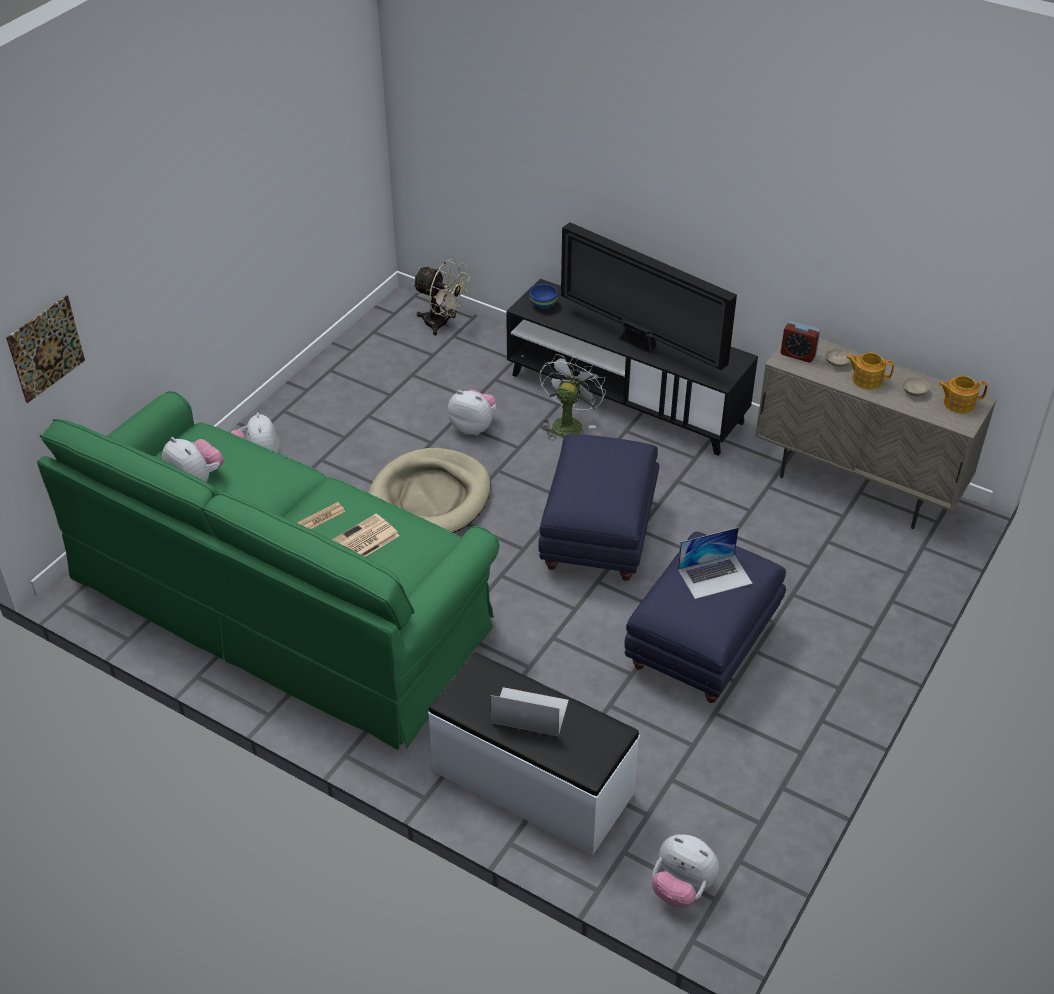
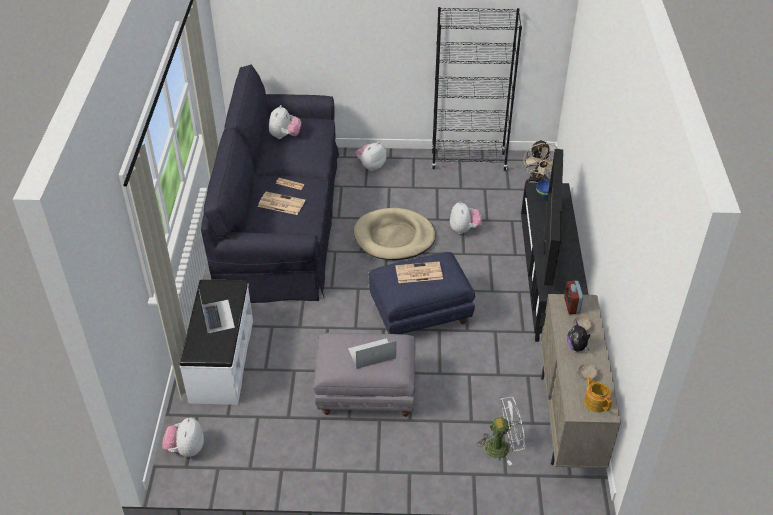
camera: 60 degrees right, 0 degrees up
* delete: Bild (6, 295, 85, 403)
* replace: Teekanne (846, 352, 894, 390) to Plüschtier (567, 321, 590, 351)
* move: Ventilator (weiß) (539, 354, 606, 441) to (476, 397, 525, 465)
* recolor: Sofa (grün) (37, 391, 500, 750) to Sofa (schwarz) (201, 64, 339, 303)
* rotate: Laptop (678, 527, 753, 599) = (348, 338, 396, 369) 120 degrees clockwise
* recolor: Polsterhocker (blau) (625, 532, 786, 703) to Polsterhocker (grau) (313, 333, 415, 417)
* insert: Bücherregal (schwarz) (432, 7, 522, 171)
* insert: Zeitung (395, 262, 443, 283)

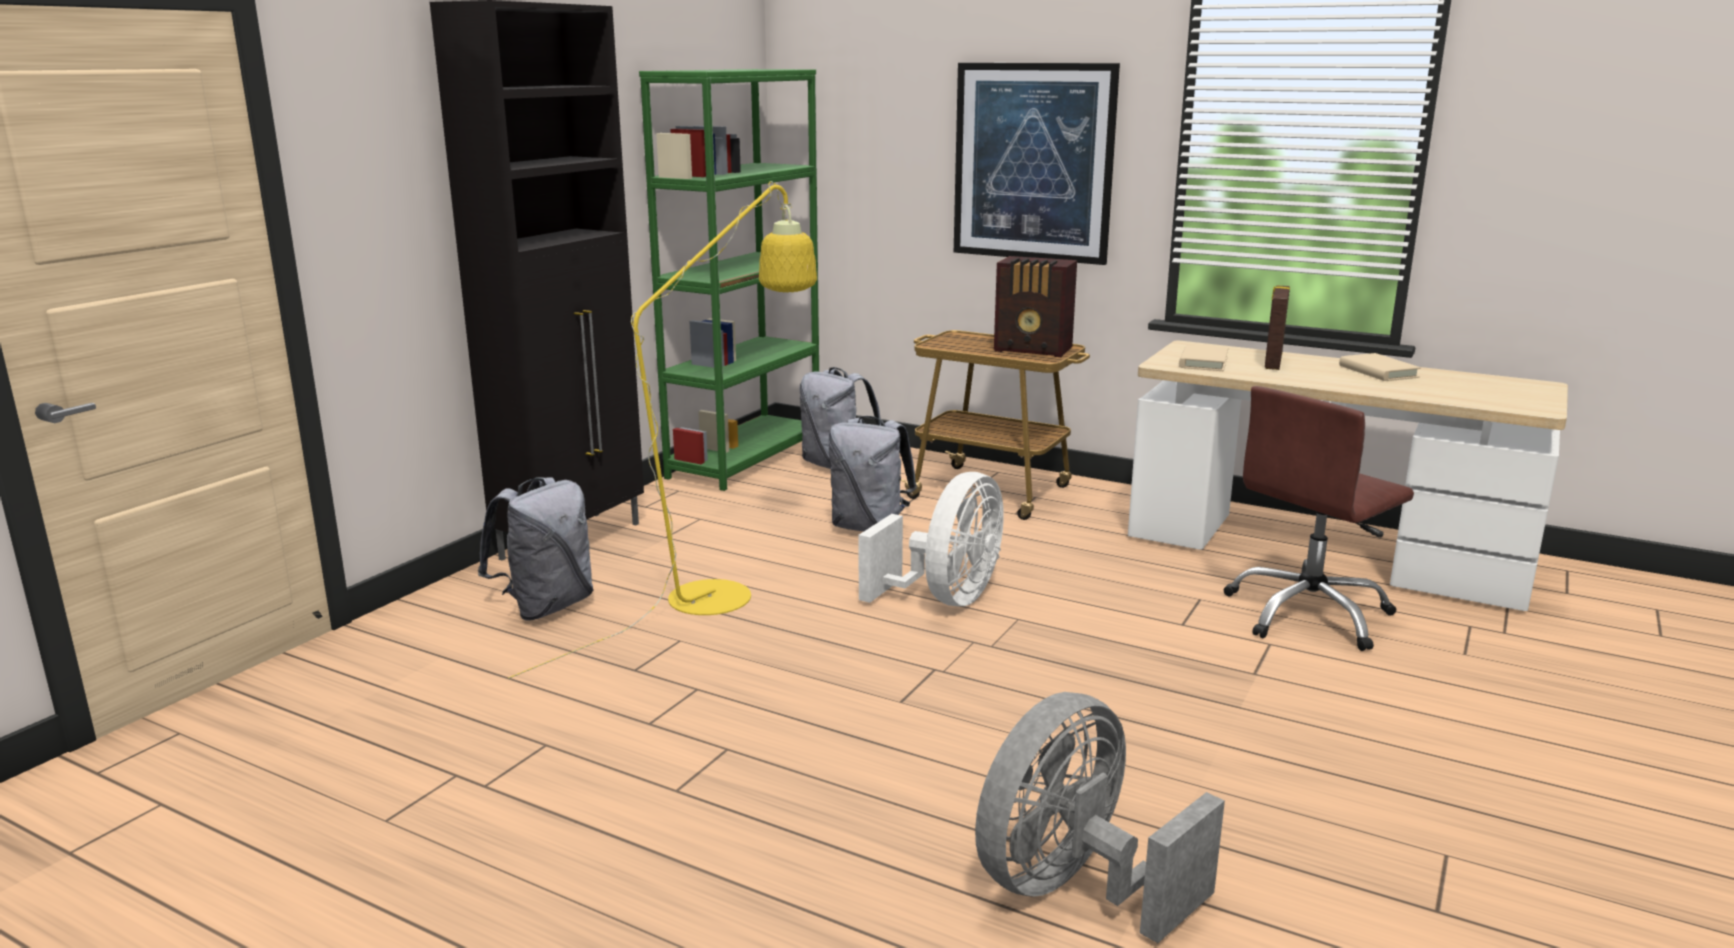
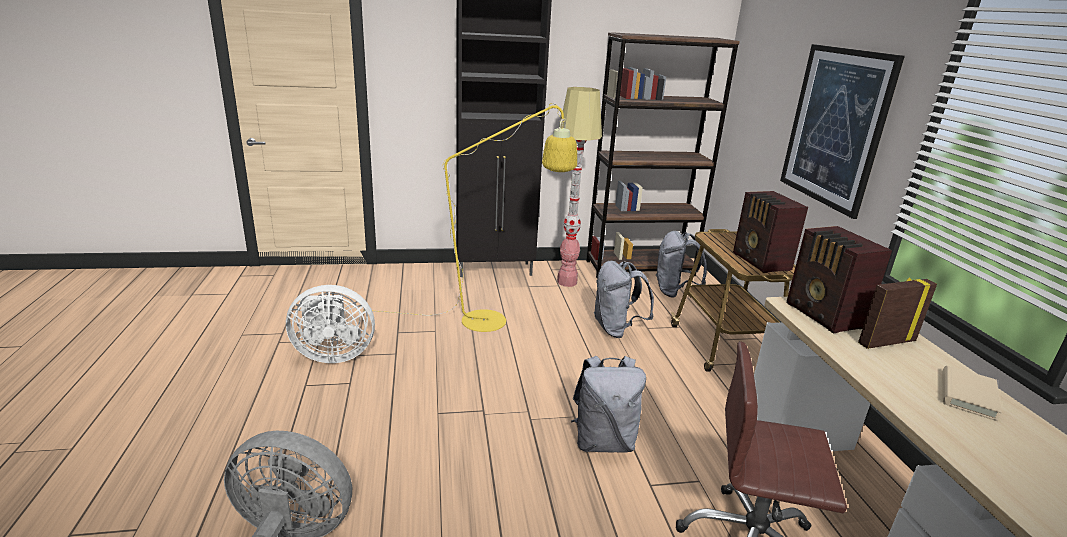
camera: 50 degrees right, 5 degrees up
* recolor: Bücherregal (grün) (639, 69, 819, 491) to Bücherregal (braun) (586, 32, 740, 278)
* replace: Buch (beige) (1179, 345, 1228, 371) to Radio (786, 226, 892, 333)
* move: Ventilator (weiß) (859, 472, 1004, 606) to (286, 285, 375, 363)
* move: Rucksack (grau) (478, 477, 594, 621) to (571, 356, 646, 453)
* insert: Stehlampe (557, 87, 602, 287)

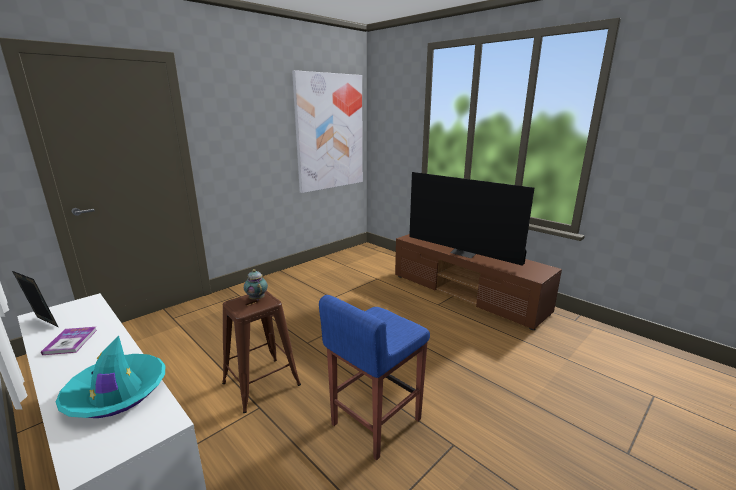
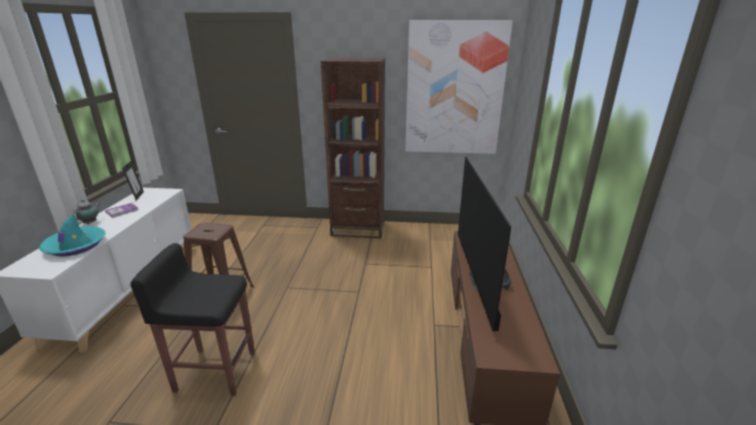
camera: 50 degrees right, 5 degrees up
* move: Teekanne (244, 269, 268, 300) to (72, 199, 100, 224)
* recolor: Hocker (blau) (319, 295, 430, 461) to Hocker (schwarz) (130, 243, 255, 396)
* insert: Bücherregal (braun) (321, 58, 385, 238)

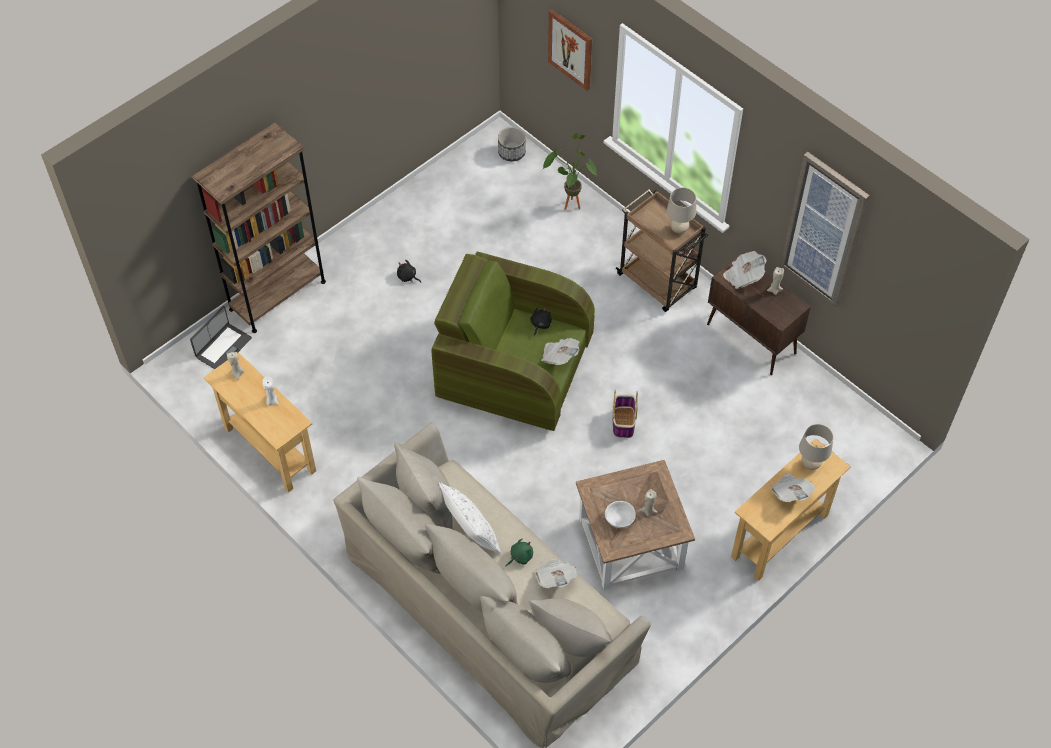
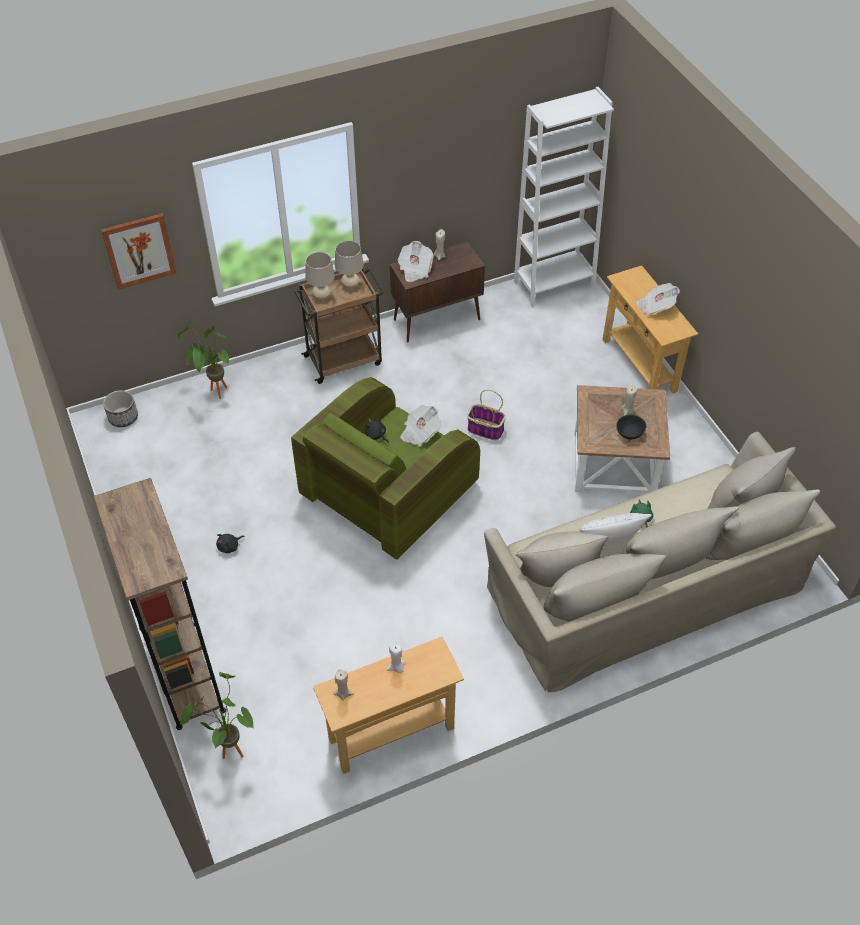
camera: 70 degrees left, 5 degrees down
* delete: Bild (780, 152, 870, 307)
* replace: Laptop (190, 306, 252, 369) to Topfpflanze (181, 672, 254, 759)
* move: Tischlampe (beige) (799, 424, 833, 470) to (305, 252, 335, 301)
* recolor: Schüssel (weiß) (605, 501, 636, 528) to Schüssel (schwarz) (617, 415, 646, 440)
* delete: Zeitung (535, 557, 577, 588)
* insert: Bücherregal (weiß) (514, 87, 614, 307)

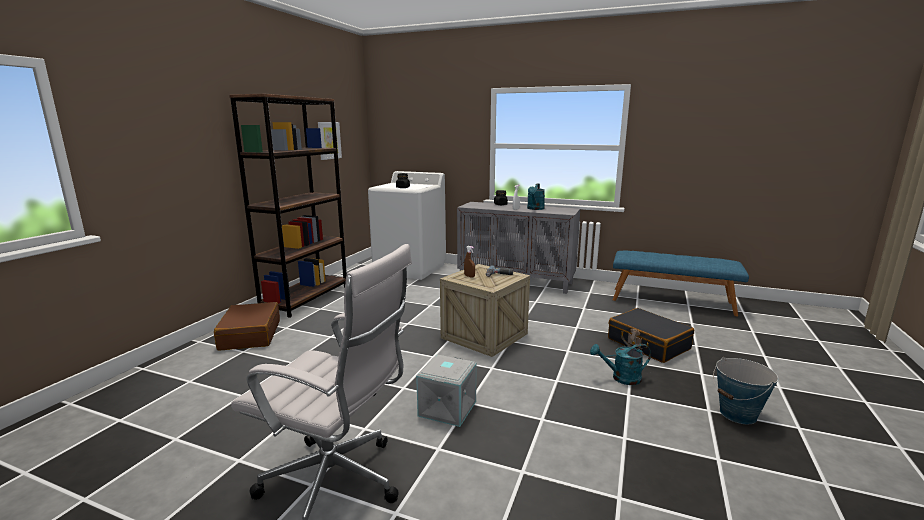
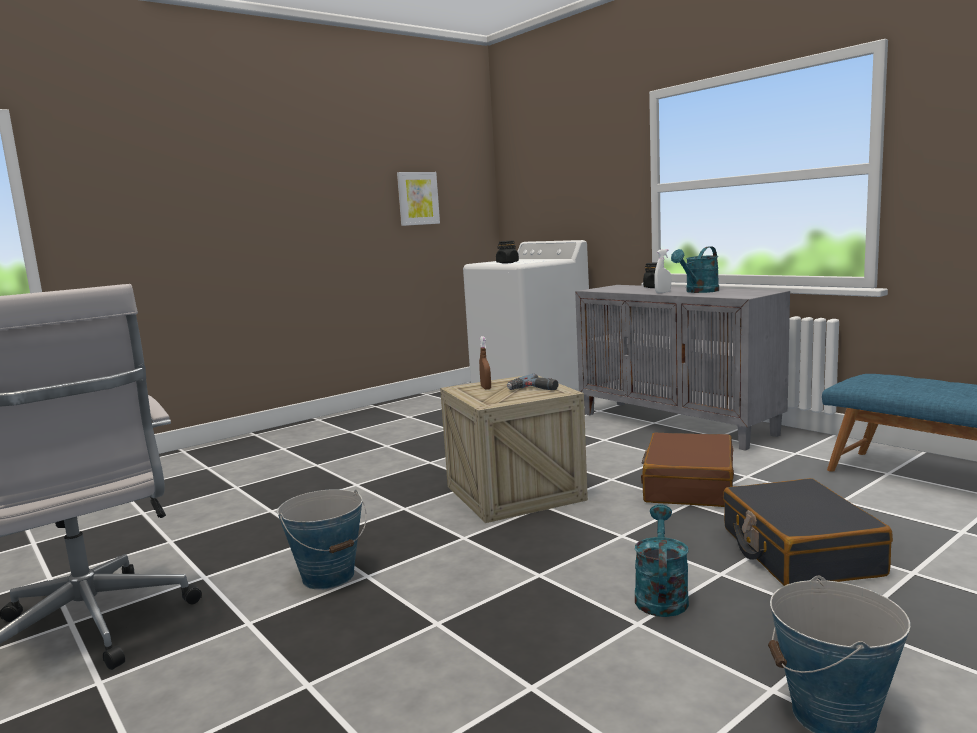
camera: 30 degrees right, 5 degrees down
* delete: Bücherregal (braun) (229, 94, 347, 318)
* move: Koffer (braun) (214, 302, 280, 351) to (641, 433, 734, 507)
* rotate: Gießkanne (türkis) (590, 344, 651, 385) = (635, 504, 689, 617) 75 degrees clockwise
* replace: Aufbewahrungsbox (grau) (416, 355, 477, 427) to Eimer (277, 489, 367, 590)

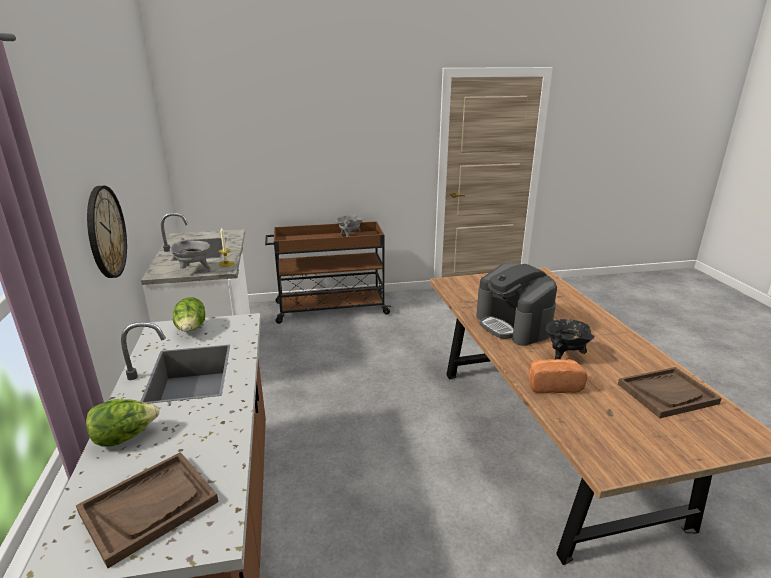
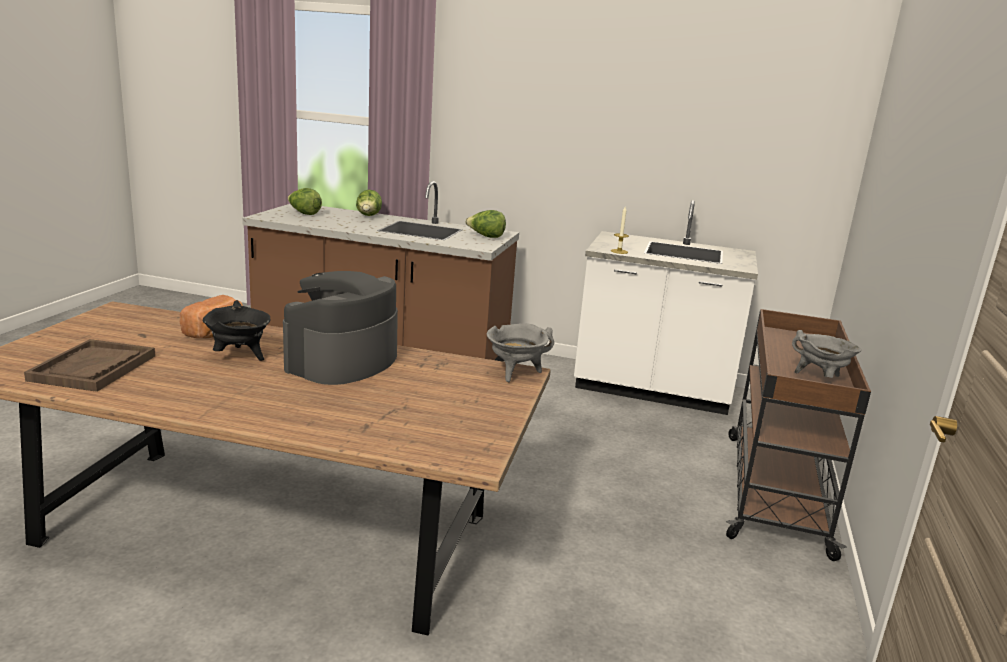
camera: 115 degrees right, 5 degrees down
* delete: Wanduhr (87, 186, 127, 278)
* move: Kochtopf (grau) (170, 237, 211, 269) to (487, 323, 554, 382)
* rotate: Kaffeemaschine (476, 263, 557, 346) = (283, 271, 398, 385) 60 degrees counterclockwise
* replace: Tablett (braun) (76, 452, 218, 568) to Salatkopf (287, 188, 322, 215)

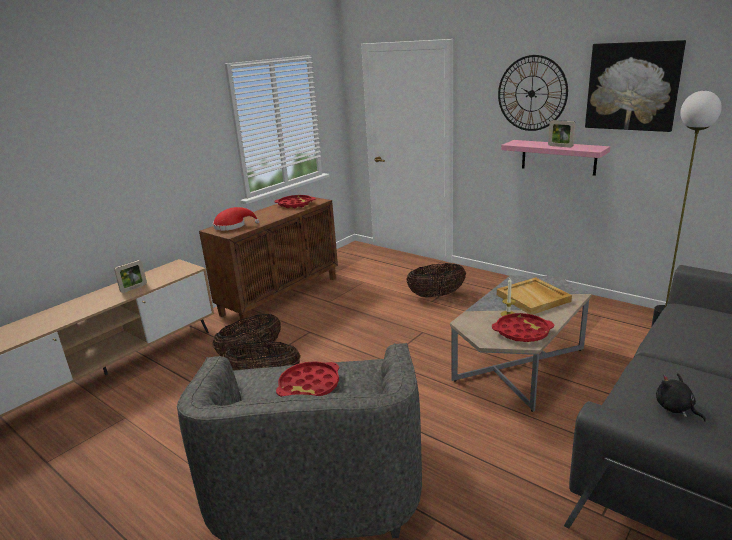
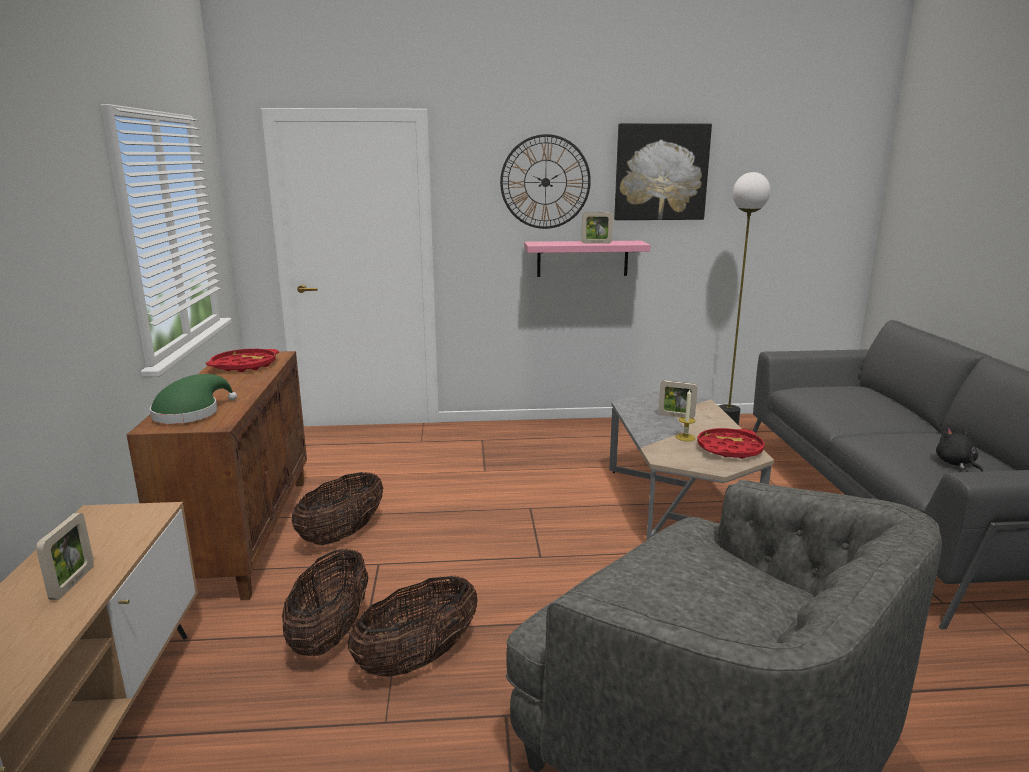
camera: 45 degrees left, 5 degrees down
* recolor: Hut (rot) (213, 207, 260, 231) to Hut (grün) (150, 374, 237, 424)
* move: Korb (406, 263, 466, 297) to (291, 472, 383, 545)
* replace: Tablett (beige) (497, 277, 572, 315) to Bilderrahmen (658, 380, 698, 418)
* delete: Tablett (rot) (276, 361, 339, 397)
* rotate: Plüschtier (schwarz) (656, 373, 706, 422) = (936, 428, 983, 472) 60 degrees clockwise

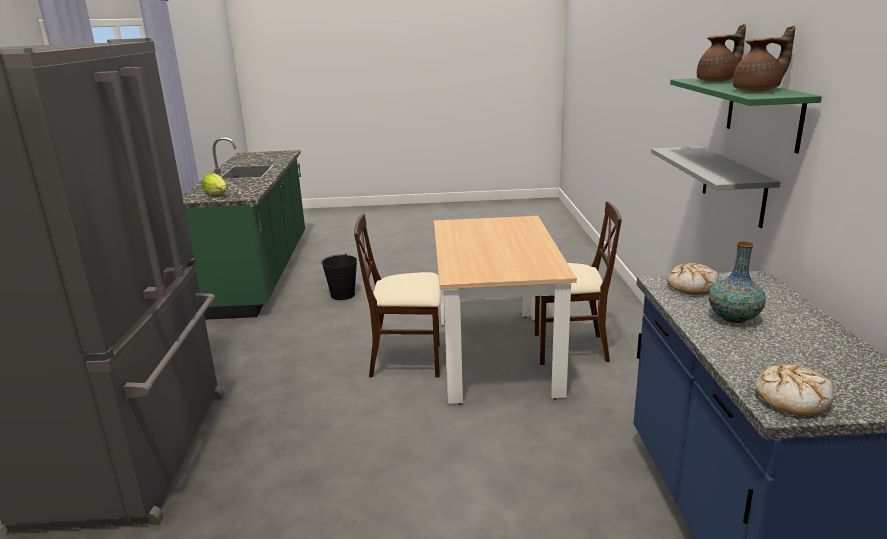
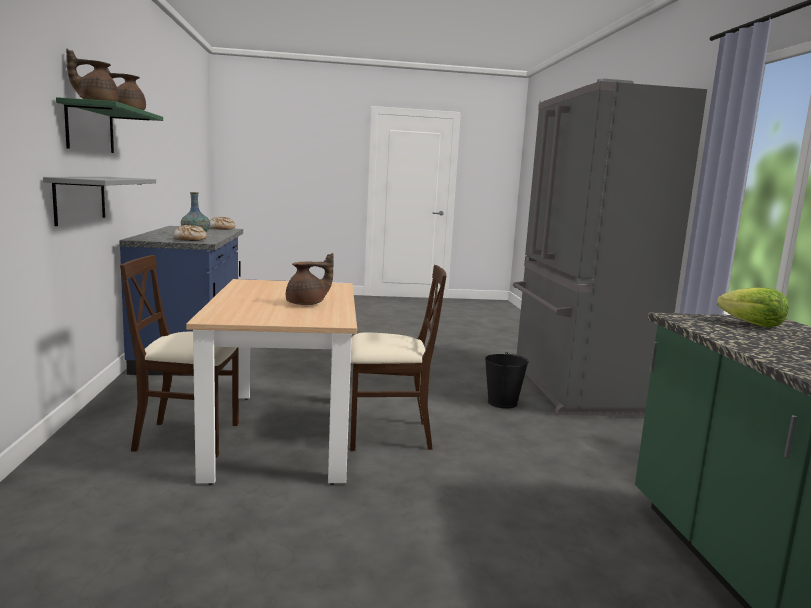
camera: 175 degrees right, 10 degrees down
* move: Eimer (schwarz) (321, 253, 357, 300) to (485, 352, 529, 409)
* insert: Teekanne (braun) (286, 253, 334, 305)

